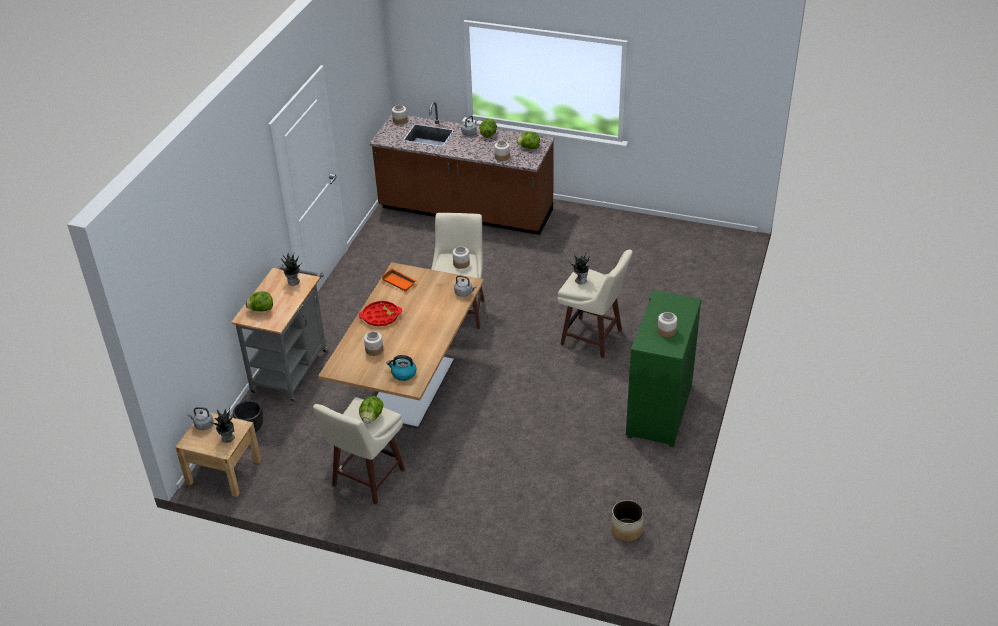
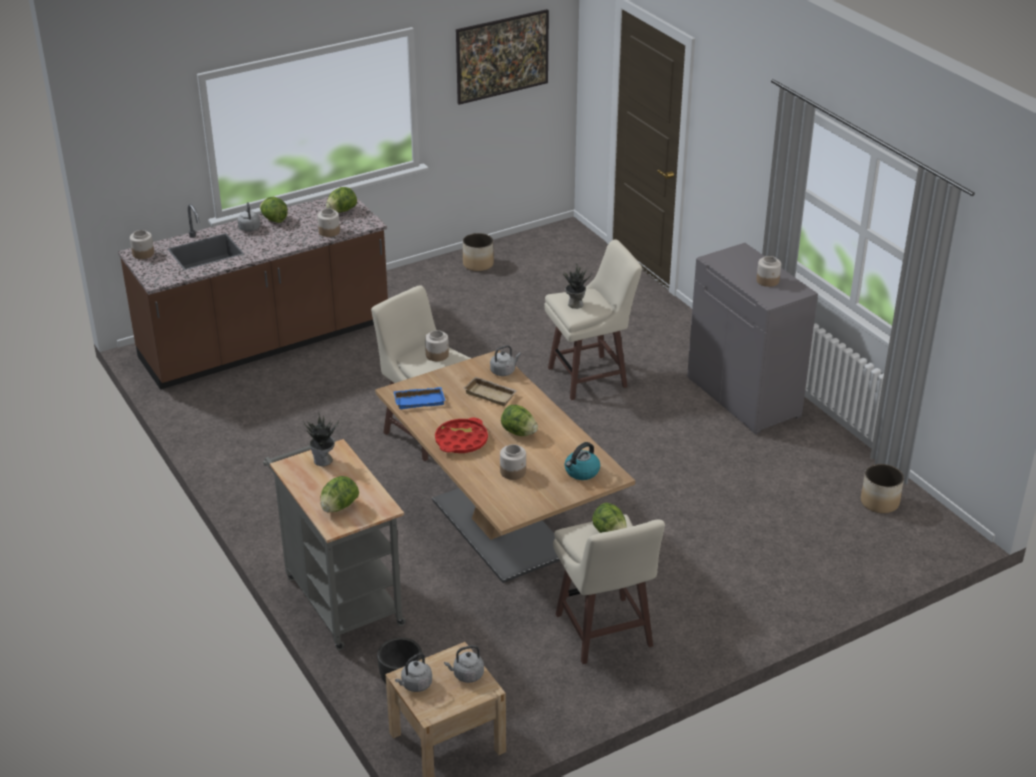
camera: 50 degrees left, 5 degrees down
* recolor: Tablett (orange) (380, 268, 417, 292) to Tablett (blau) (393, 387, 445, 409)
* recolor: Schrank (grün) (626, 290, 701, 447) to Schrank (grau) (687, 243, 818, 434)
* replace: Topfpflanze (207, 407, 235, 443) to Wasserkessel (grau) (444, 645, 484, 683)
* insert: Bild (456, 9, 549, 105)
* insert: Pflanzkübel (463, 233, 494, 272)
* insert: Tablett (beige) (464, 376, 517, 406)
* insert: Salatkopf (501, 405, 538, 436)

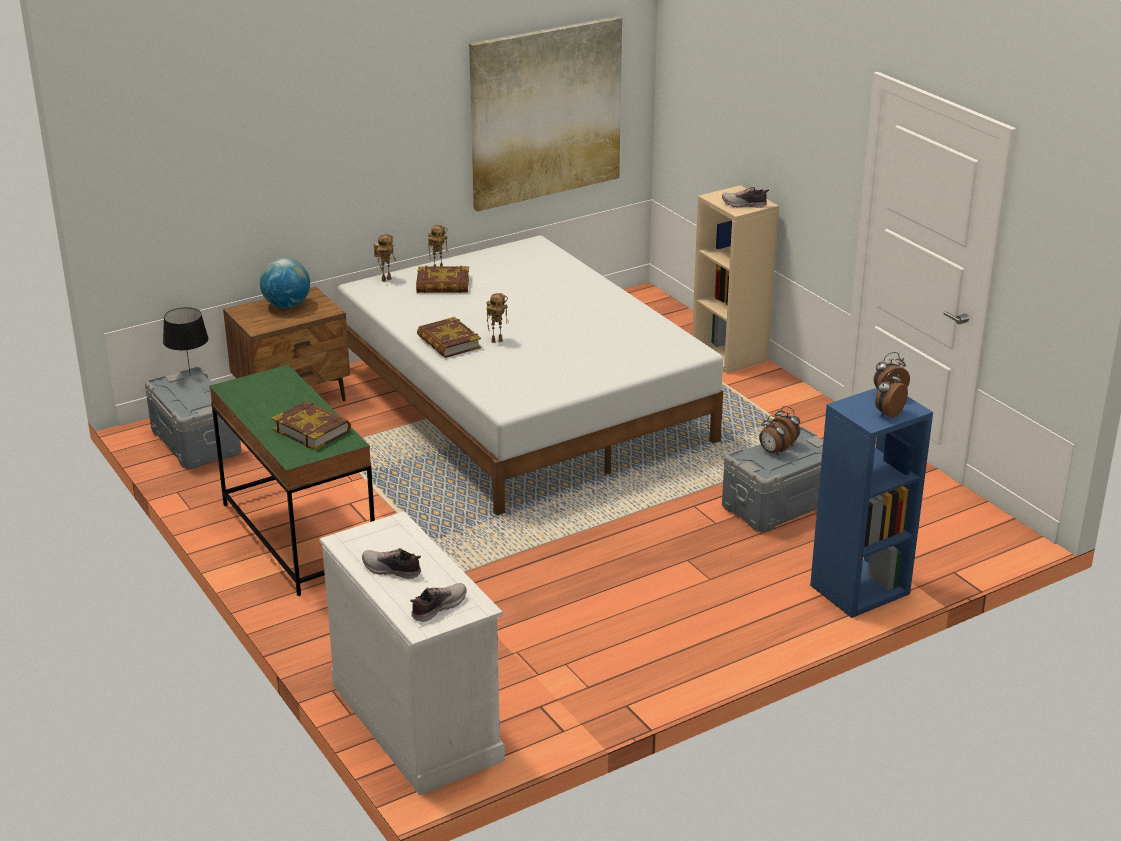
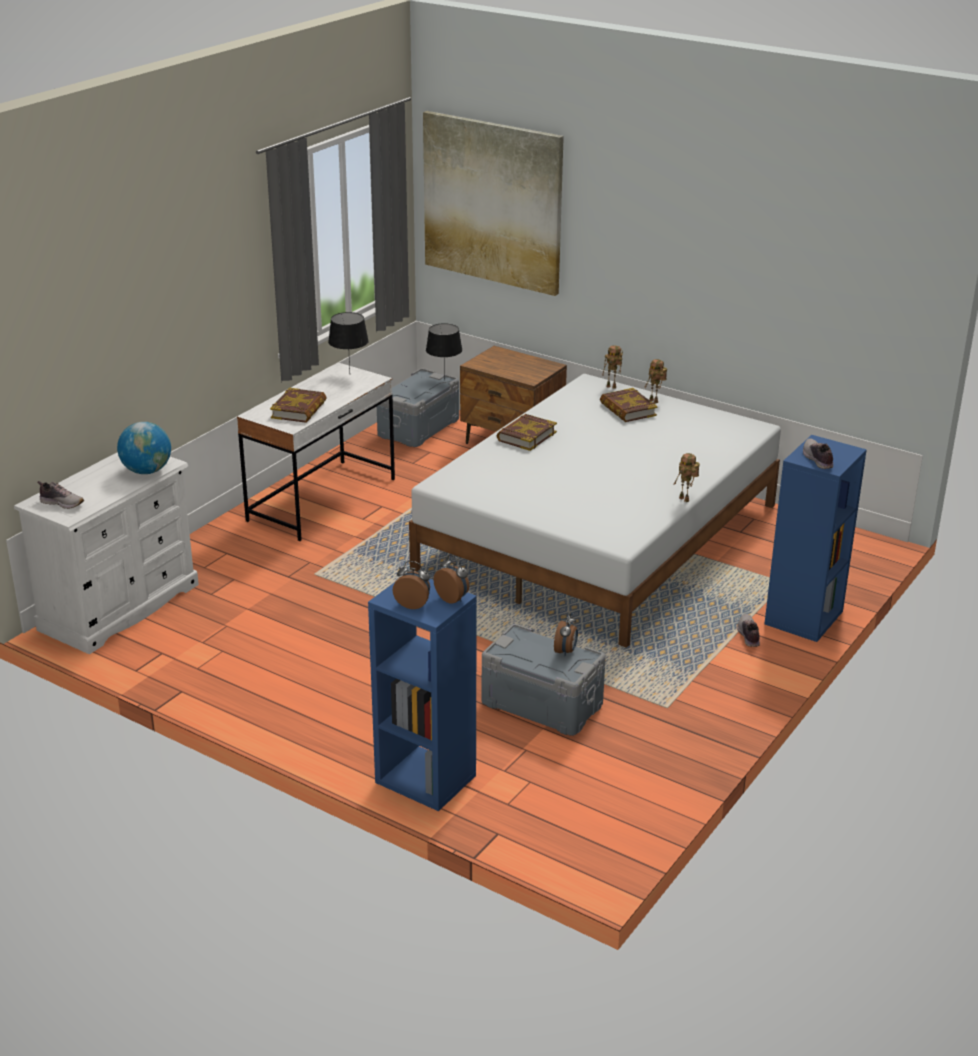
camera: 65 degrees right, 0 degrees up
* move: Bild (469, 16, 622, 212) to (423, 111, 564, 296)
* recolor: Bücherregal (beige) (692, 185, 779, 373) to Bücherregal (blau) (764, 435, 867, 642)
* move: Globus (260, 258, 310, 308) to (117, 422, 171, 474)
* move: Spielzeugroboter (486, 293, 508, 343) to (674, 453, 700, 502)
* recolor: Schreibtisch (grün) (209, 365, 375, 596) to Schreibtisch (weiß) (237, 363, 395, 541)
* delete: Wecker (759, 415, 791, 456)
* move: Schuh (362, 548, 421, 579) to (737, 614, 760, 647)
* insert: Tischlampe (schwarz) (328, 312, 369, 372)

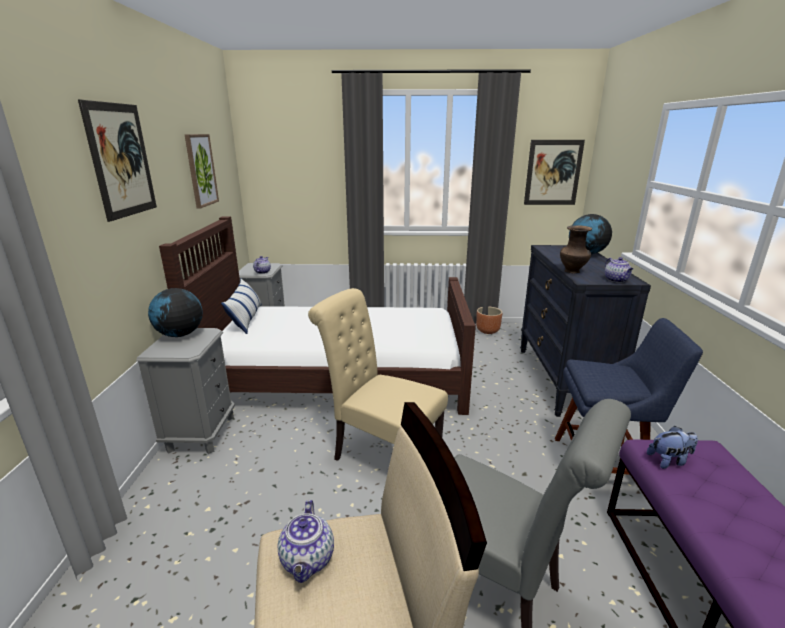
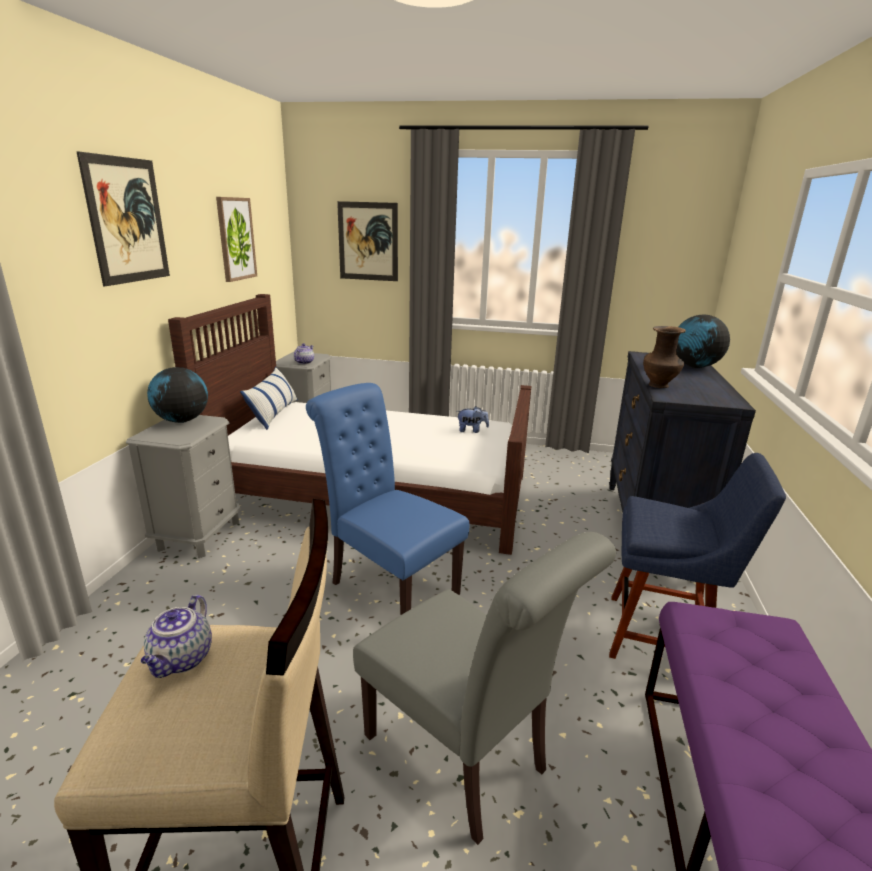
camera: 10 degrees right, 0 degrees up
* move: Bild (524, 140, 585, 205) to (337, 201, 398, 281)
* delete: Teekanne (605, 257, 633, 283)
* recolor: Stuhl (beige) (308, 288, 448, 461) to Stuhl (blau) (306, 383, 469, 615)
* delete: Pflanzkübel (braun) (476, 307, 502, 334)
* move: Plüschtier (647, 426, 698, 469) to (457, 406, 489, 433)

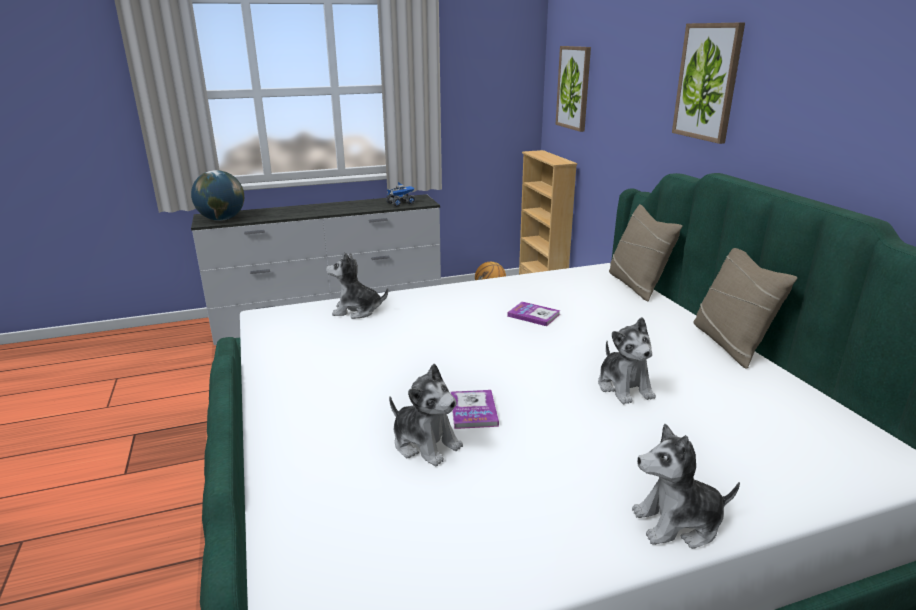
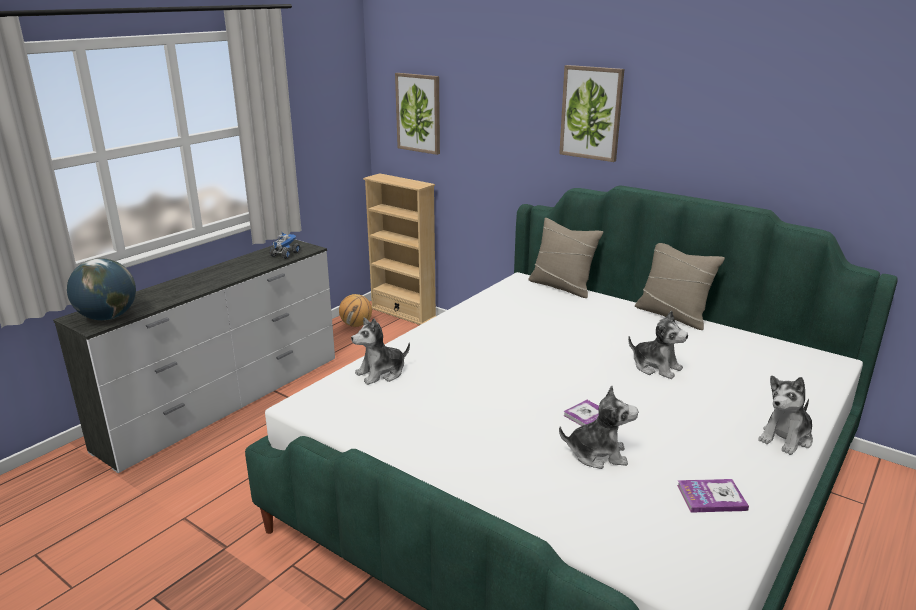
camera: 35 degrees left, 0 degrees up
* move: Buch (507, 301, 561, 326) to (677, 479, 749, 513)

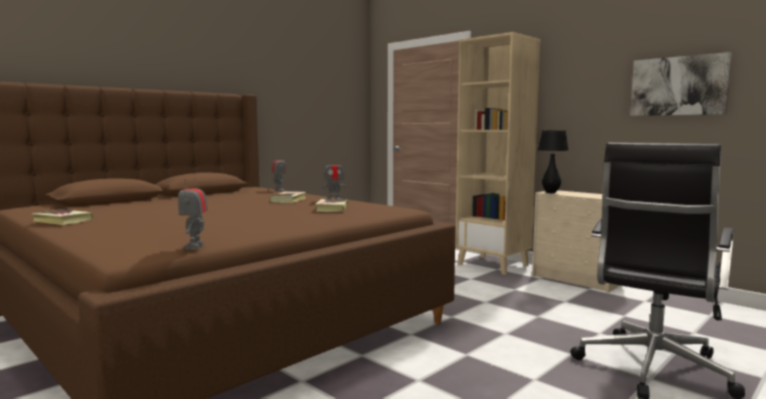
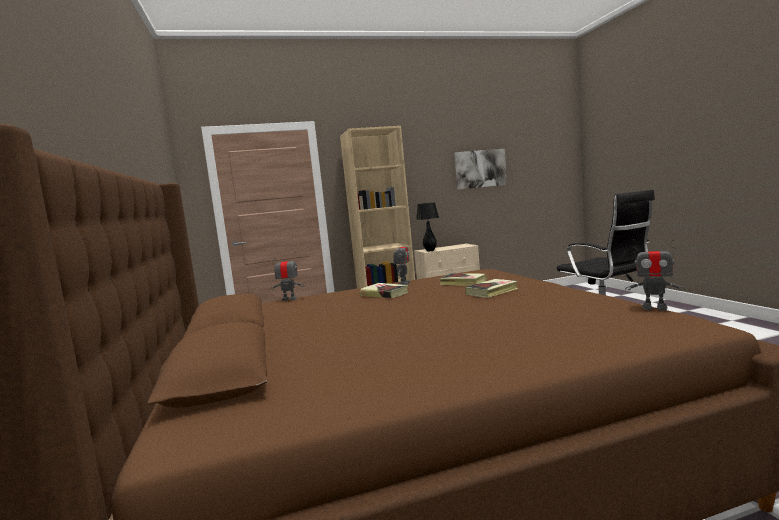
camera: 60 degrees left, 0 degrees up
* move: Buch (32, 209, 93, 225) to (465, 279, 518, 298)

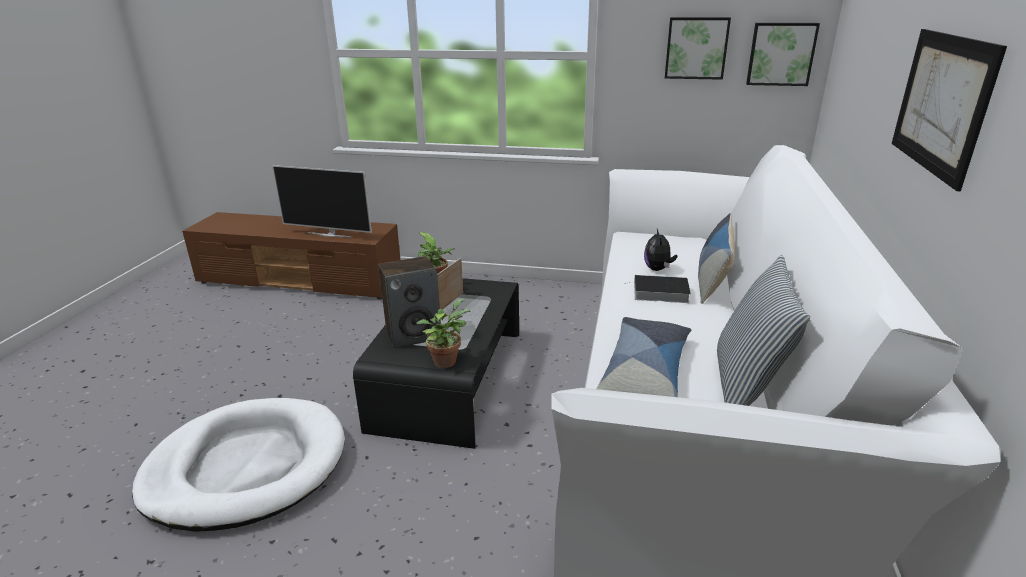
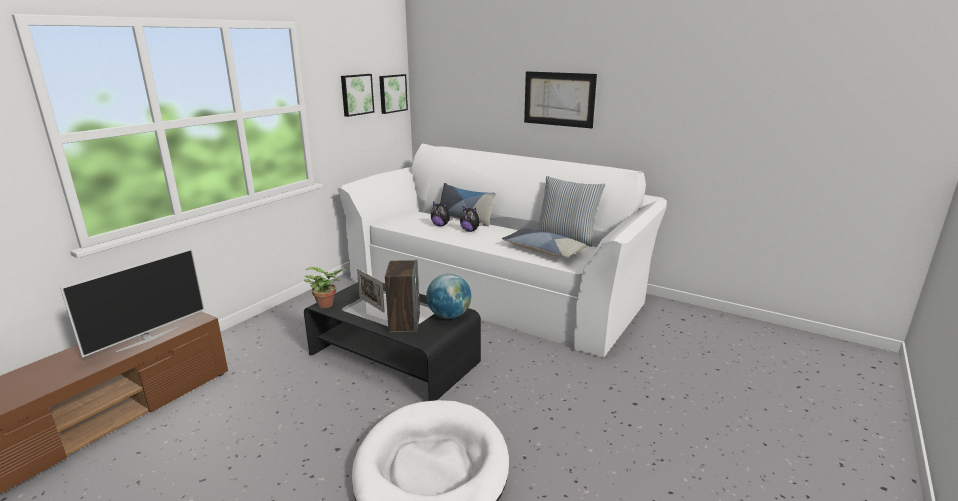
camera: 70 degrees left, 5 degrees down
* replace: Buch (624, 275, 691, 303) to Plüschtier (460, 206, 483, 232)
* replace: Topfpflanze (416, 299, 470, 368) to Globus (426, 274, 471, 319)

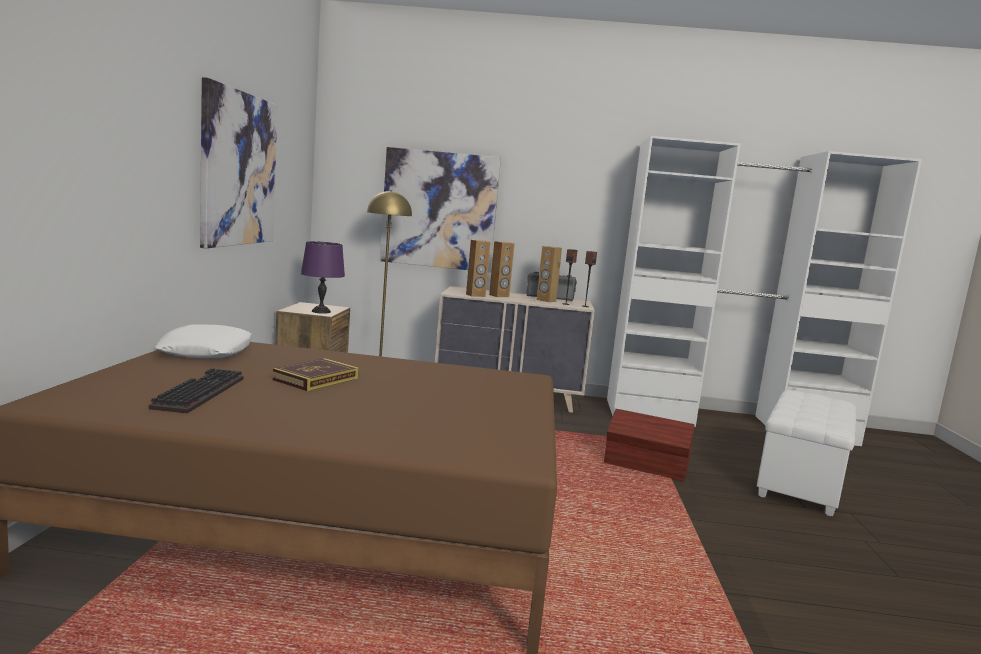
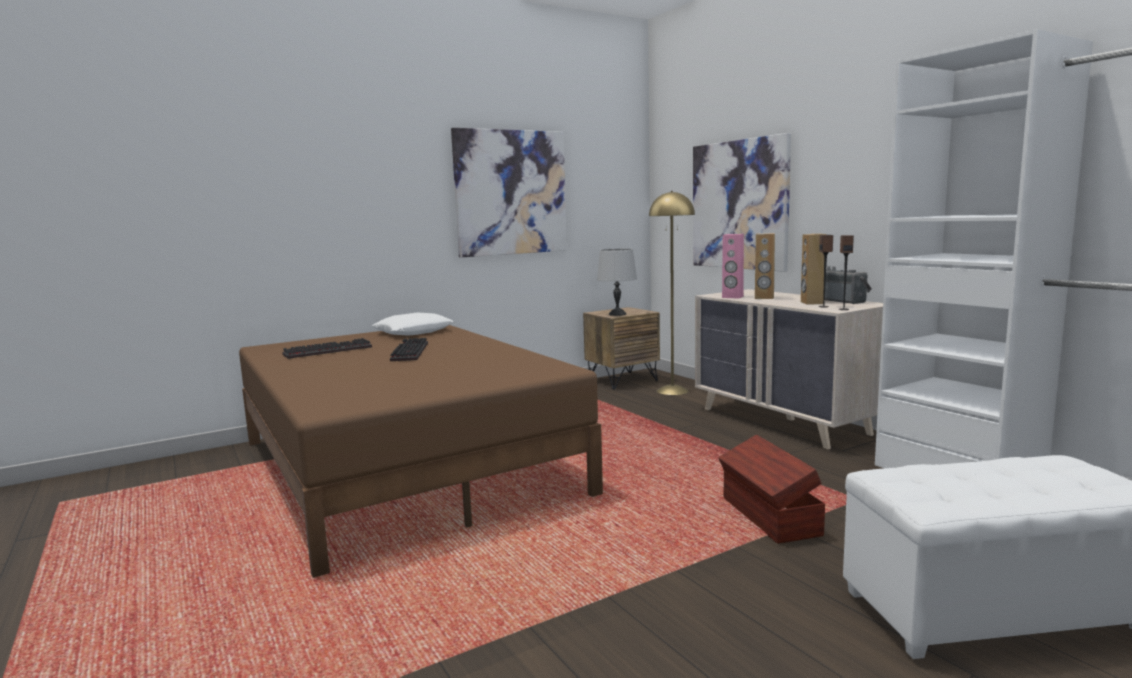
camera: 55 degrees right, 0 degrees up
* recolor: Lautsprecher (braun) (466, 240, 491, 297) to Lautsprecher (rosa) (722, 234, 744, 298)
* recolor: Tischlampe (lila) (301, 241, 345, 314) to Tischlampe (grau) (597, 249, 637, 316)
* replace: Buch (272, 358, 359, 391) to Tastatur (390, 338, 428, 361)

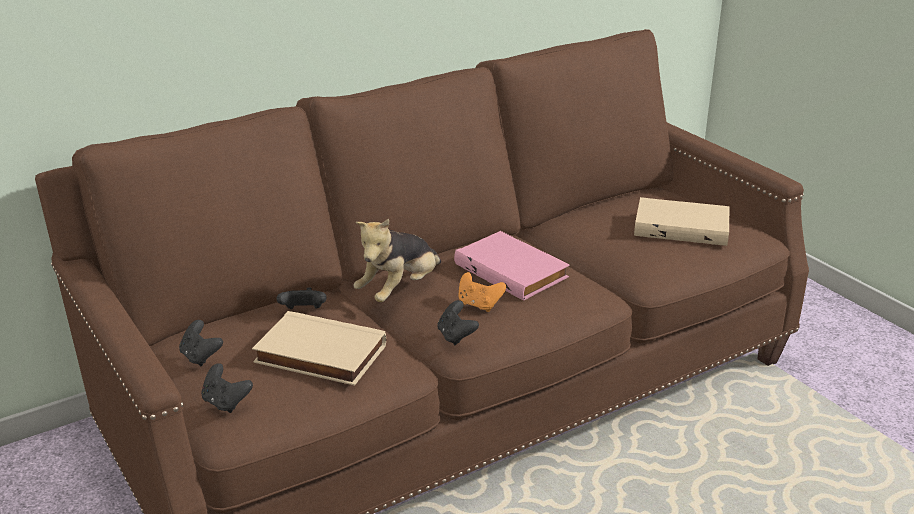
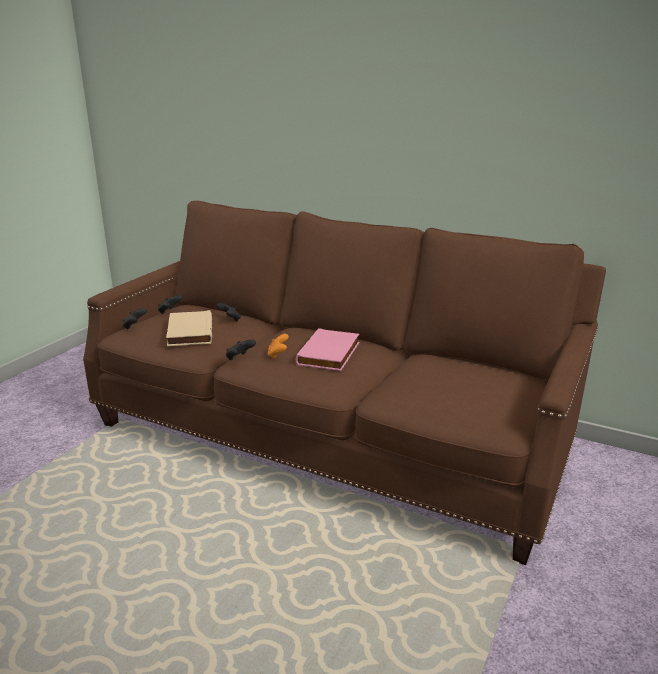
camera: 60 degrees right, 5 degrees down
* delete: Buch (beige) (634, 197, 730, 246)
* delete: Plüschtier (354, 219, 441, 302)

